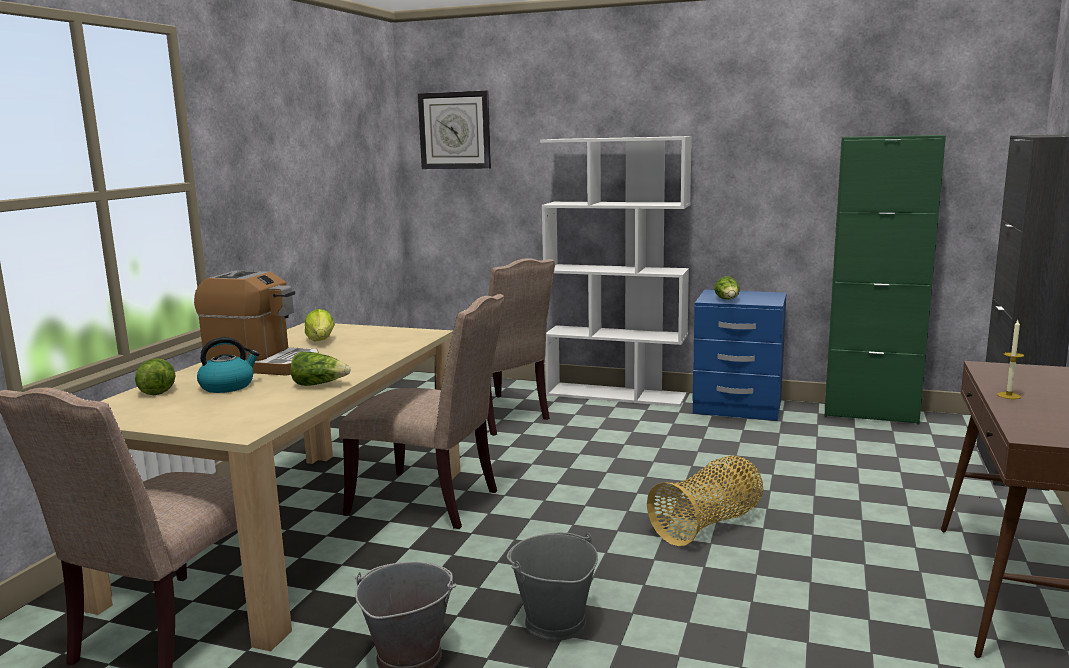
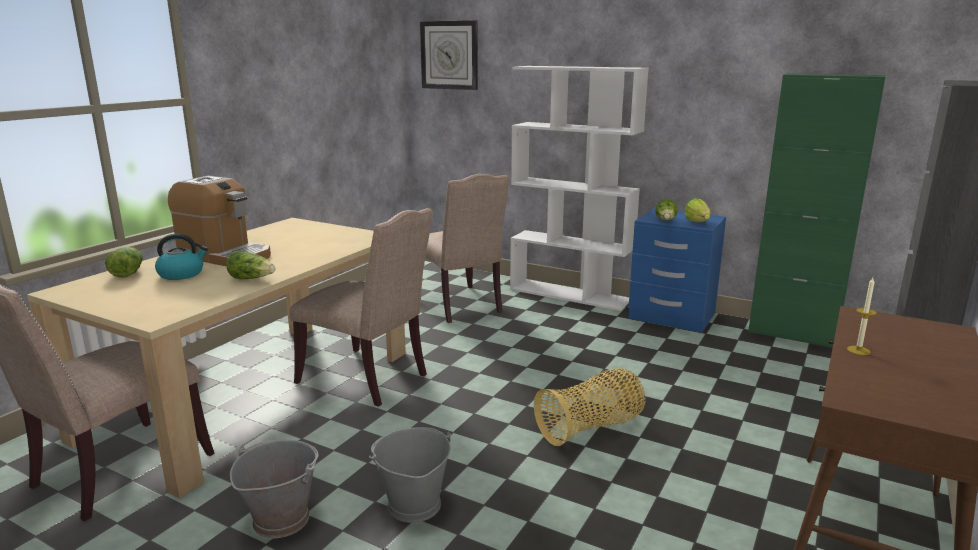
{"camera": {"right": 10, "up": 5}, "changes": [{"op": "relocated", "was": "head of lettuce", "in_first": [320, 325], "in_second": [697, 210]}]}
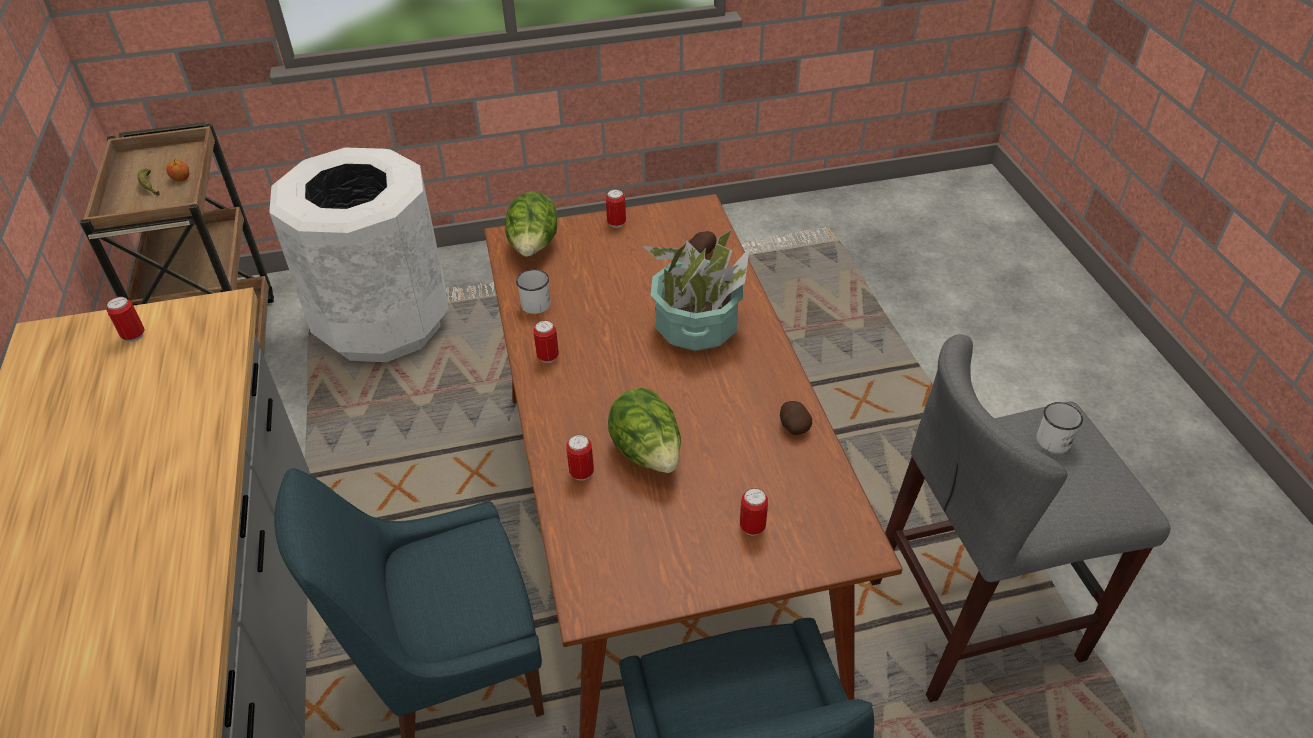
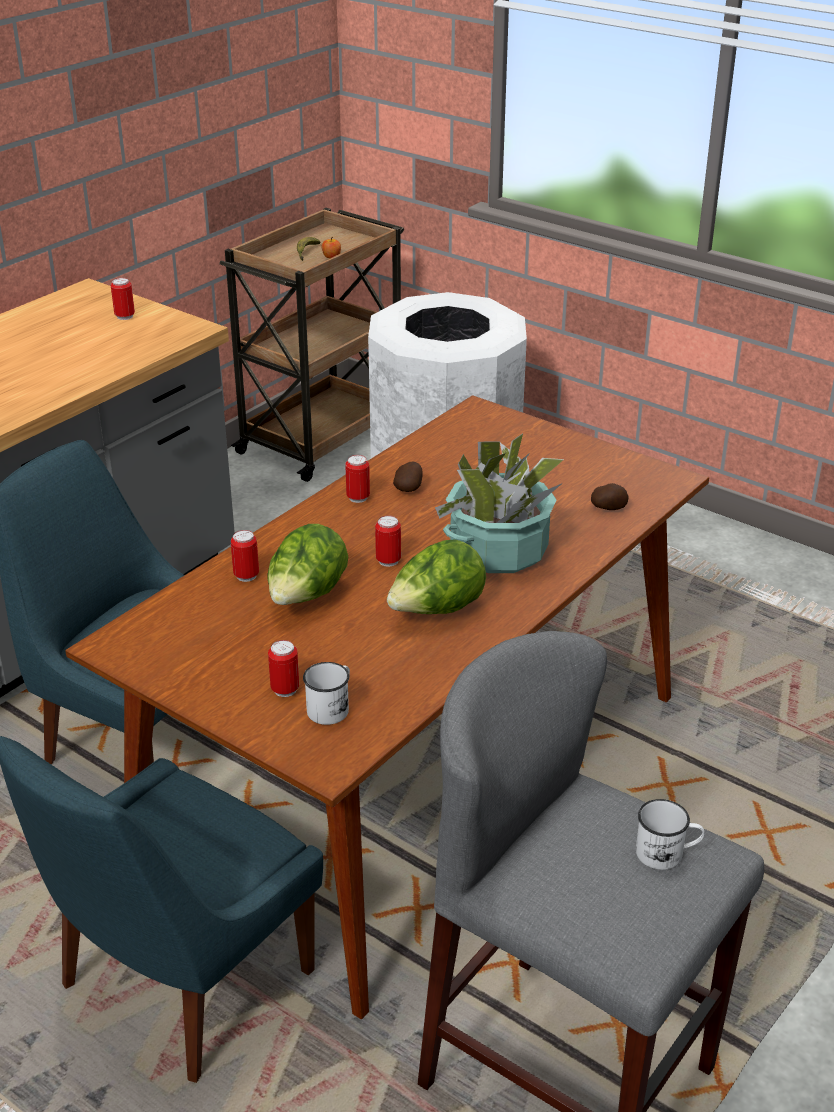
{"camera": {"right": 50, "up": -10}, "changes": [{"op": "relocated", "was": "can", "in_first": [616, 208], "in_second": [388, 541]}, {"op": "relocated", "was": "head of lettuce", "in_first": [531, 224], "in_second": [436, 576]}, {"op": "relocated", "was": "whitish coffee mug", "in_first": [533, 291], "in_second": [326, 693]}, {"op": "relocated", "was": "whole potato", "in_first": [796, 418], "in_second": [408, 476]}]}
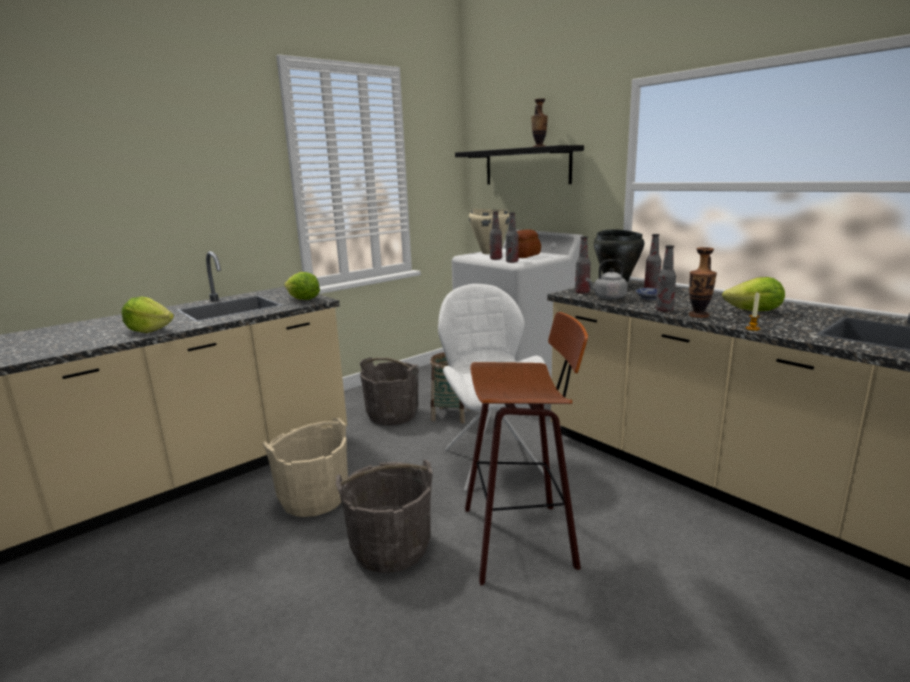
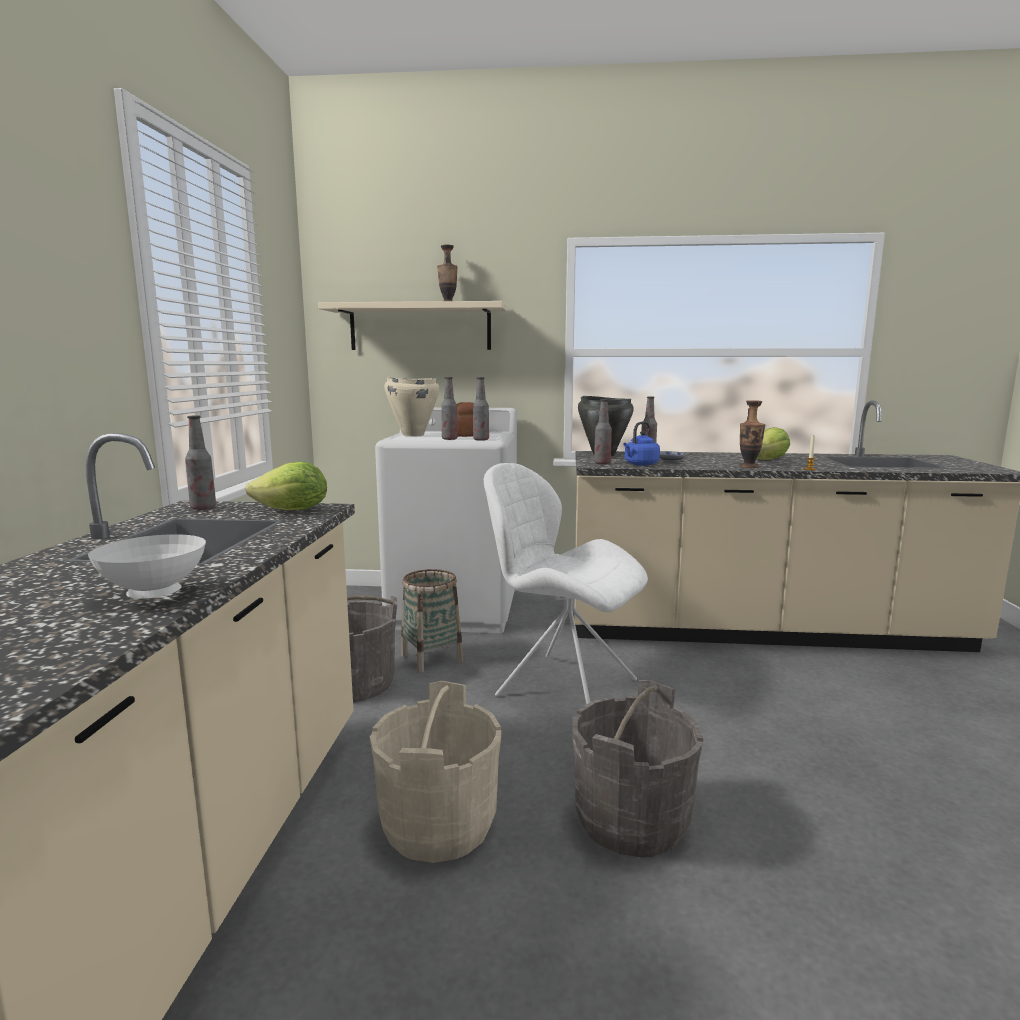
{"camera": {"right": -45, "up": -5}, "changes": [{"op": "colour", "was": "black shelf", "now": "beige-coloured shelf", "in_first": [519, 165], "in_second": [412, 325]}, {"op": "relocated", "was": "bottle", "in_first": [666, 278], "in_second": [200, 462]}, {"op": "colour", "was": "gray water kettle", "now": "blue water kettle", "in_first": [606, 279], "in_second": [641, 443]}, {"op": "exchanged", "was": "head of lettuce", "now": "whitish deep dish", "in_first": [147, 315], "in_second": [147, 566]}, {"op": "missing", "was": "stool seat", "in_first": [526, 449]}]}
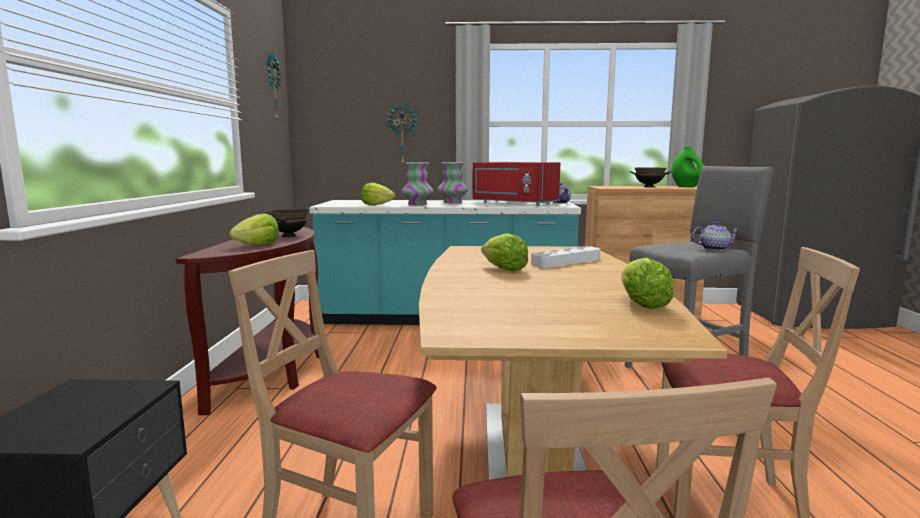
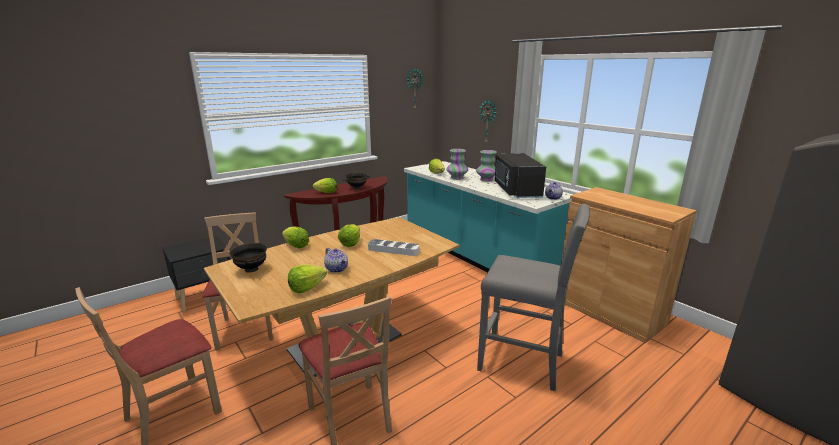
{"camera": {"right": 50, "up": 10}, "changes": [{"op": "missing", "was": "green-coloured vase", "in_first": [687, 166]}, {"op": "colour", "was": "reddish kitchen microwave", "now": "black kitchen microwave", "in_first": [516, 184], "in_second": [520, 175]}, {"op": "relocated", "was": "black deep dish", "in_first": [650, 177], "in_second": [248, 258]}, {"op": "relocated", "was": "tea pot", "in_first": [716, 236], "in_second": [336, 260]}, {"op": "appeared", "now": "head of lettuce", "in_second": [295, 237]}]}
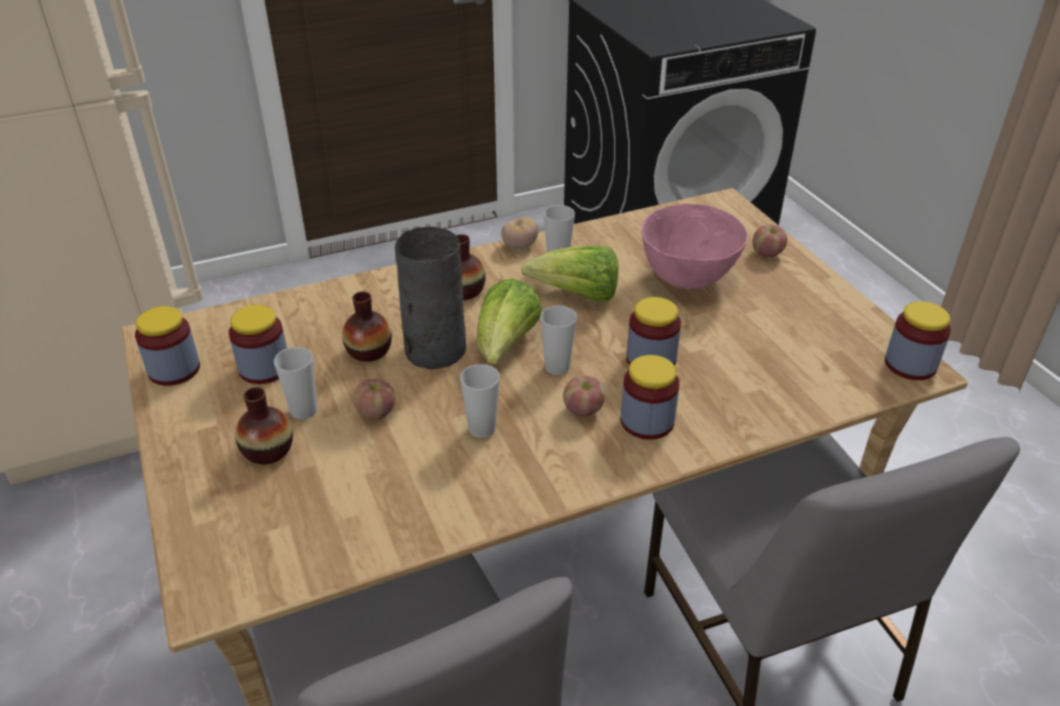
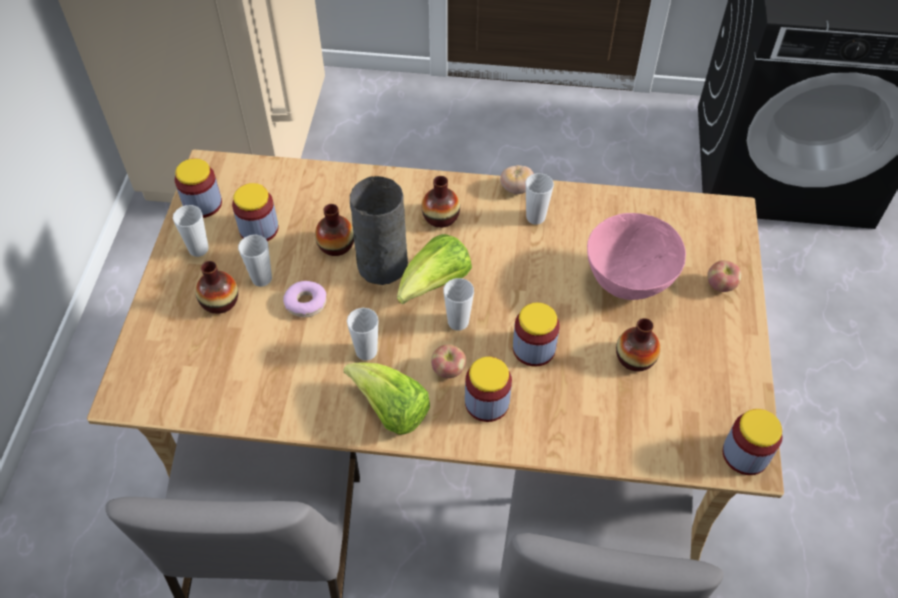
{"camera": {"right": 30, "up": 15}, "changes": [{"op": "relocated", "was": "head of lettuce", "in_first": [569, 273], "in_second": [386, 399]}, {"op": "exchanged", "was": "apple", "now": "donut", "in_first": [374, 400], "in_second": [305, 299]}, {"op": "appeared", "now": "small cup", "in_second": [191, 231]}, {"op": "appeared", "now": "vase", "in_second": [638, 345]}]}
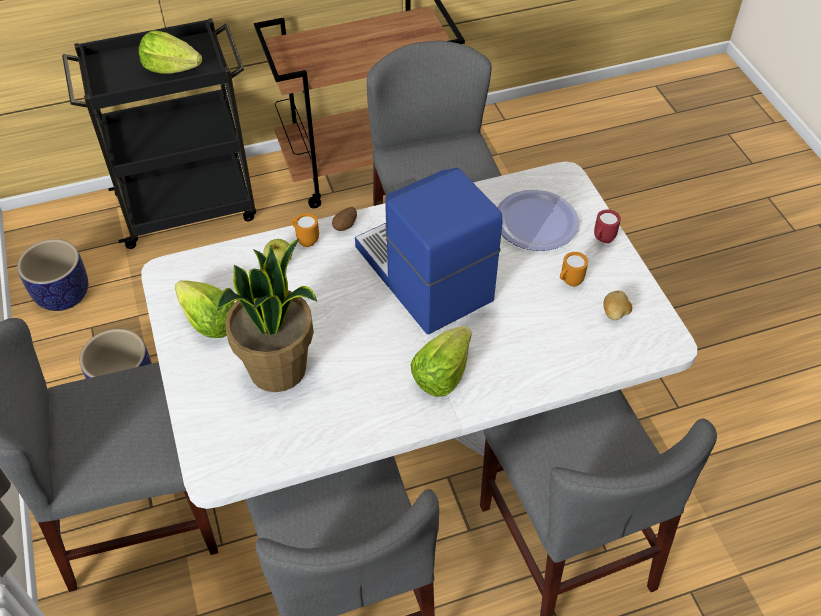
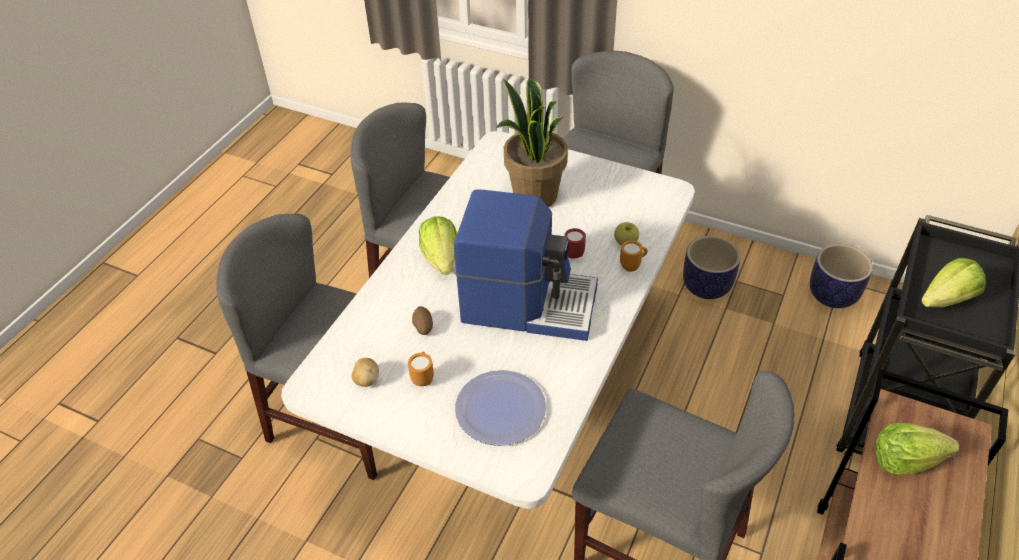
{"camera": {"right": 135, "up": -5}, "changes": [{"op": "relocated", "was": "whole potato", "in_first": [344, 219], "in_second": [422, 320]}, {"op": "relocated", "was": "reddish coffee mug", "in_first": [607, 226], "in_second": [575, 243]}, {"op": "relocated", "was": "head of lettuce", "in_first": [204, 309], "in_second": [917, 448]}]}
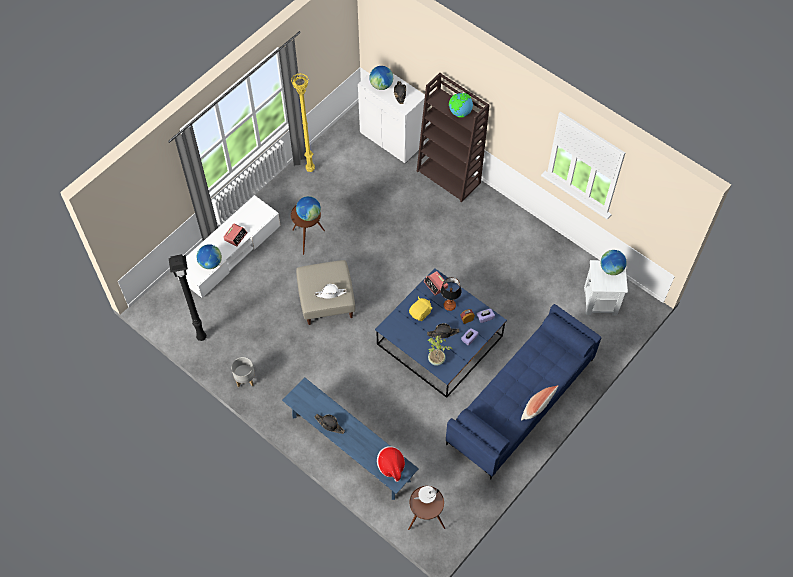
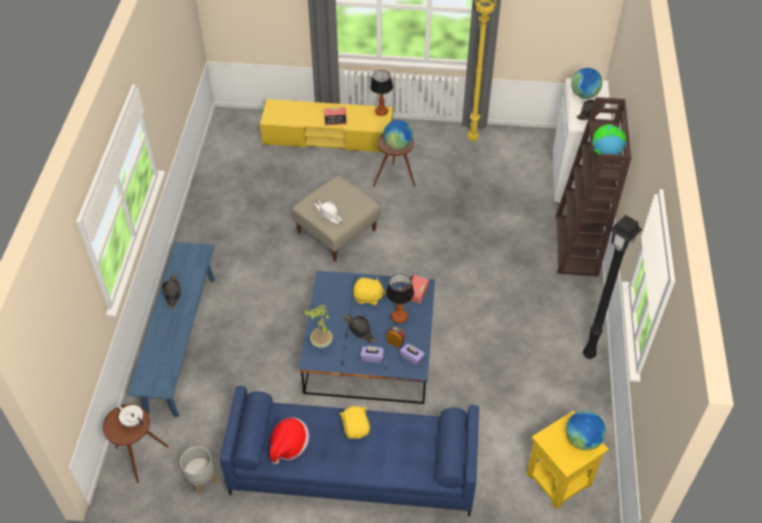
{"camera": {"right": 55, "up": -10}, "changes": [{"op": "colour", "was": "whitish tv stand", "now": "yellowish tv stand", "in_first": [229, 246], "in_second": [326, 125]}, {"op": "missing", "was": "globe", "in_first": [209, 256]}, {"op": "relocated", "was": "black standard lamp", "in_first": [188, 297], "in_second": [612, 287]}, {"op": "colour", "was": "whitish end table", "now": "yellowish end table", "in_first": [606, 288], "in_second": [567, 460]}, {"op": "relocated", "was": "gray planter", "in_first": [243, 372], "in_second": [198, 470]}, {"op": "missing", "was": "cushion", "in_first": [539, 402]}, {"op": "relocated", "was": "clothing hat", "in_first": [391, 464], "in_second": [289, 441]}, {"op": "appeared", "now": "tabletop lamp", "in_second": [381, 93]}, {"op": "appeared", "now": "yellowish plush toy", "in_second": [354, 422]}]}
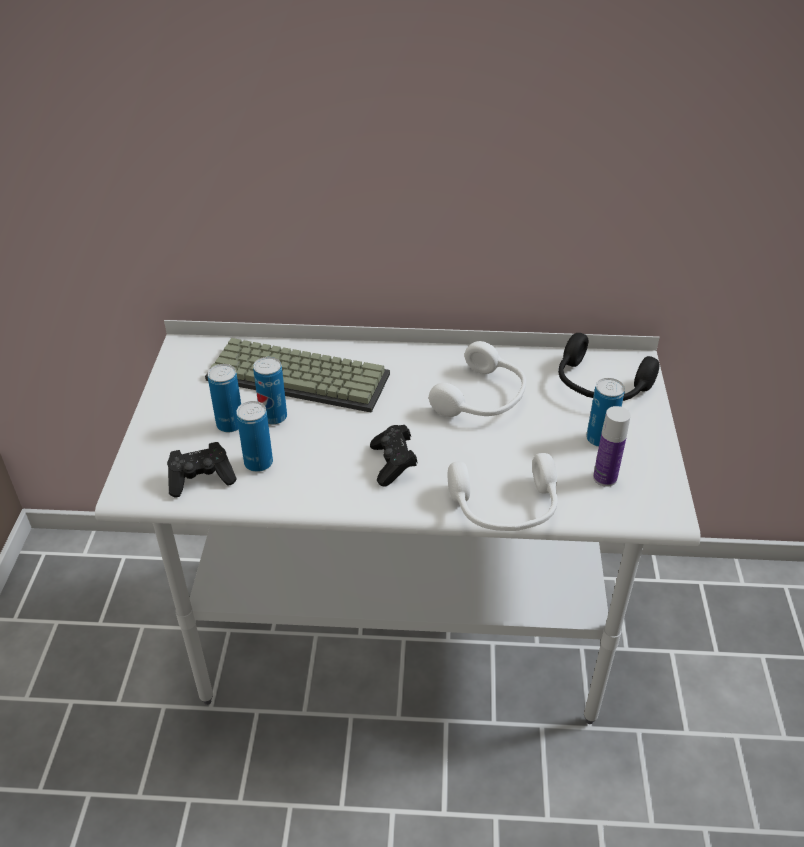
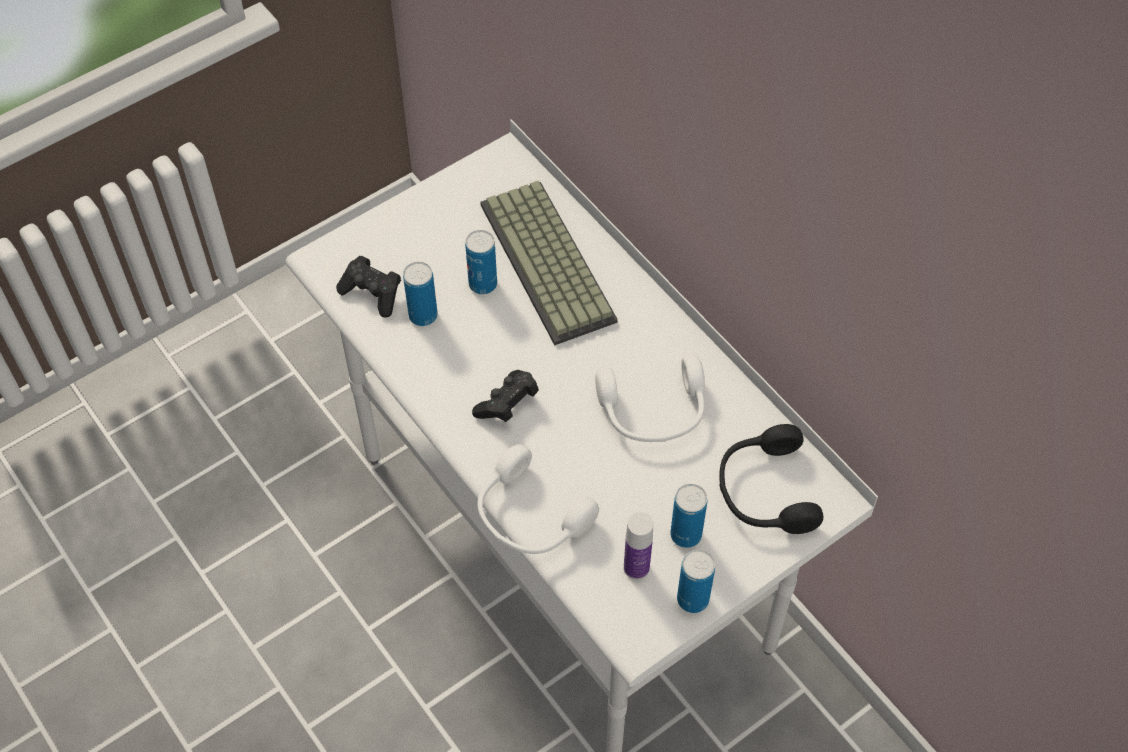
{"camera": {"right": 50, "up": 15}, "changes": [{"op": "relocated", "was": "can", "in_first": [224, 398], "in_second": [696, 581]}]}
